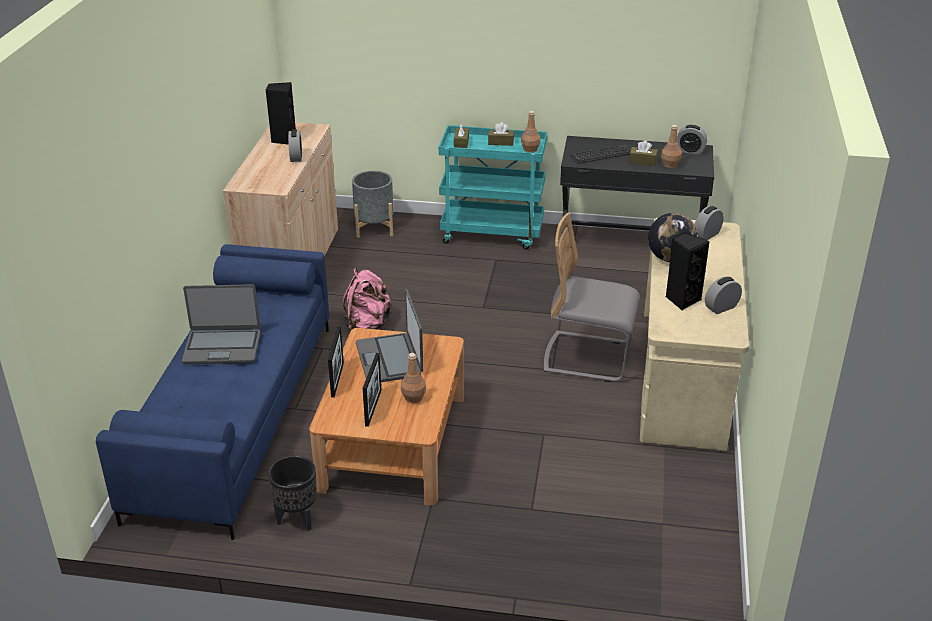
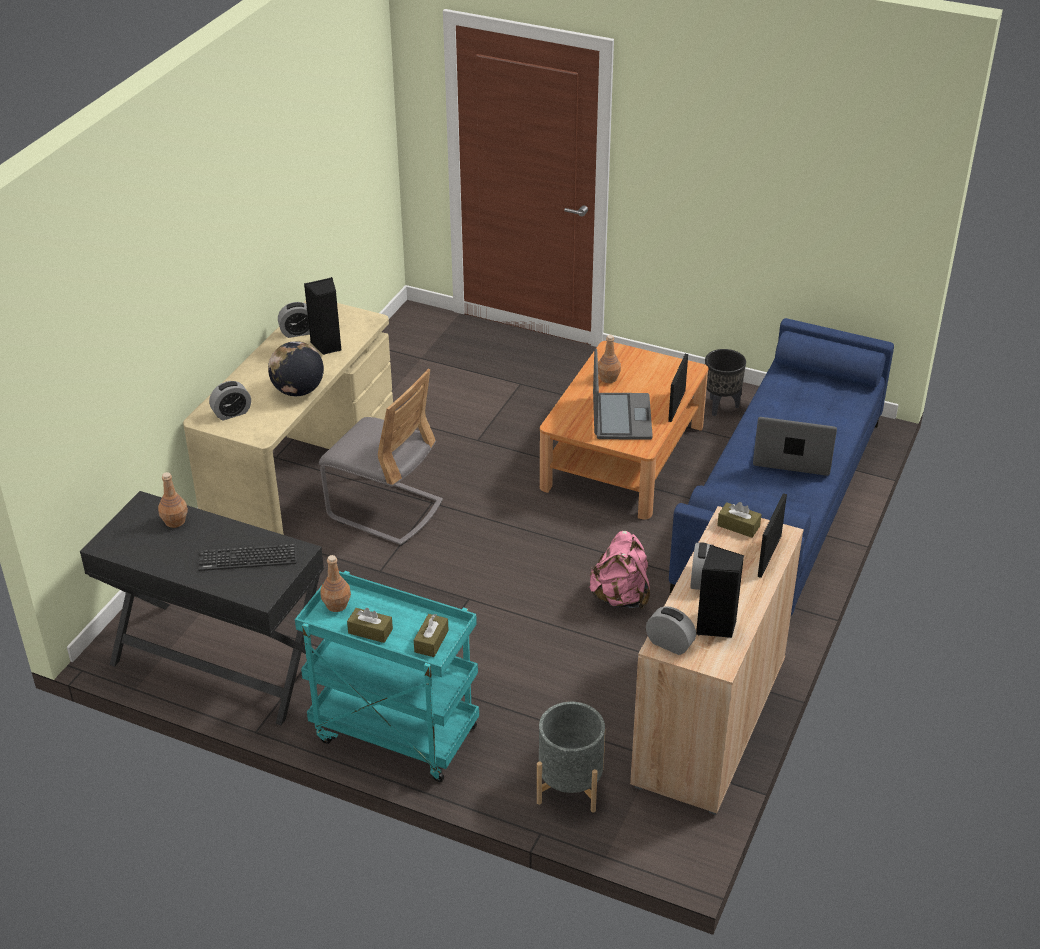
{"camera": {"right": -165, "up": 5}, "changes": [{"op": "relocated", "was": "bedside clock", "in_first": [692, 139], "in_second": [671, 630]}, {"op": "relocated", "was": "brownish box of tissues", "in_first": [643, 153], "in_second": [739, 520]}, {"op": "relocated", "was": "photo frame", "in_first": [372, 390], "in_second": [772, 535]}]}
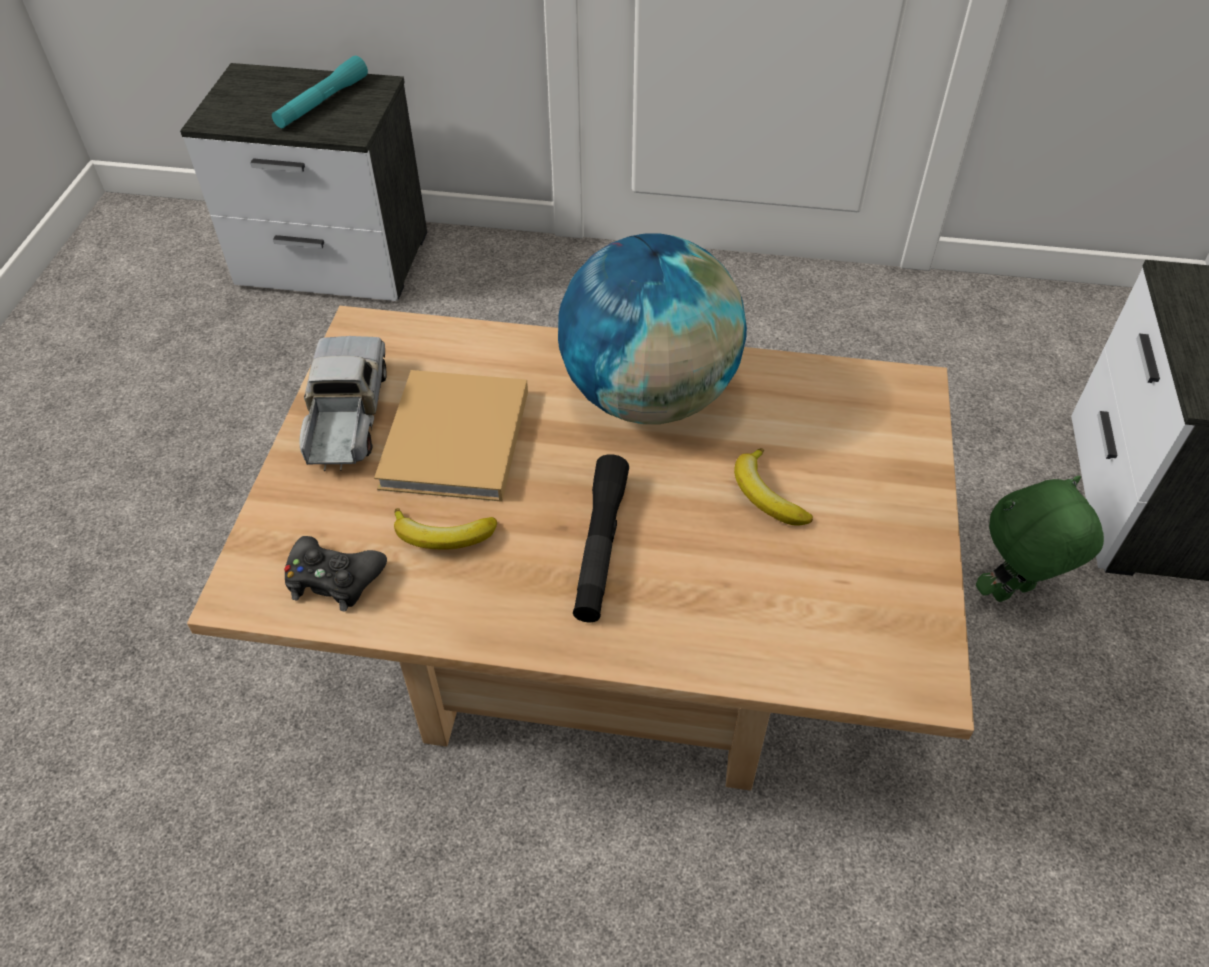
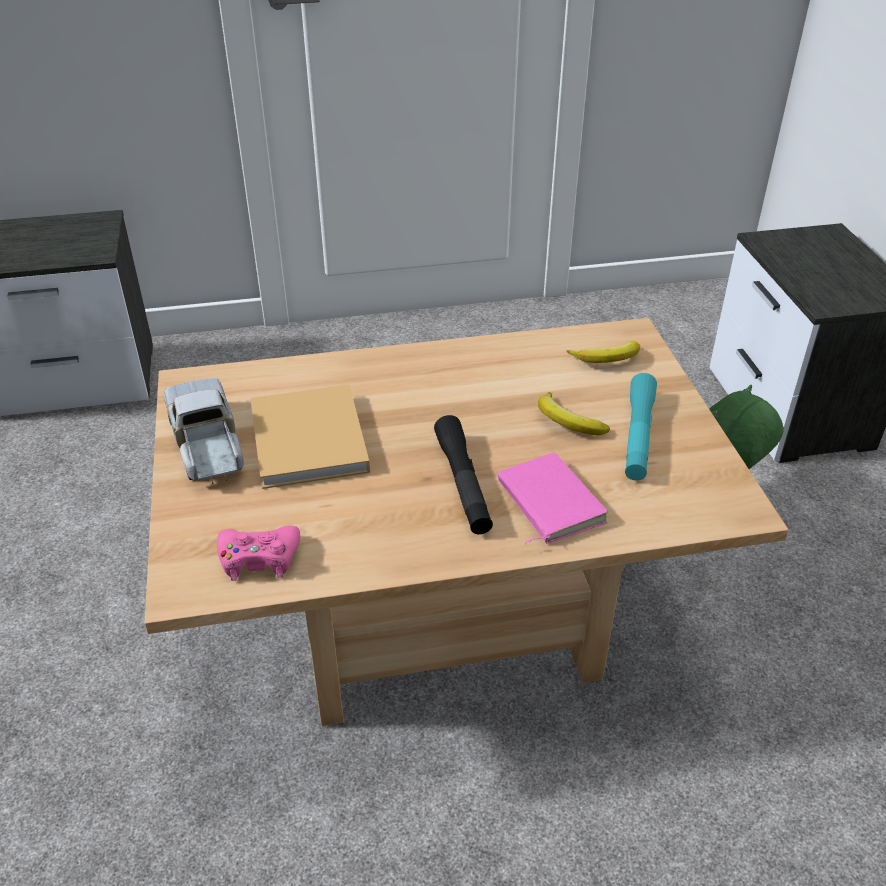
{"camera": {"right": -20, "up": -10}, "changes": [{"op": "relocated", "was": "turquoise-coloured hand torch", "in_first": [320, 92], "in_second": [641, 427]}, {"op": "missing", "was": "globe", "in_first": [652, 328]}, {"op": "relocated", "was": "banana", "in_first": [445, 528], "in_second": [603, 352]}, {"op": "colour", "was": "black joypad", "now": "pink-coloured joypad", "in_first": [335, 574], "in_second": [258, 553]}, {"op": "appeared", "now": "pink-coloured volume", "in_second": [553, 498]}]}
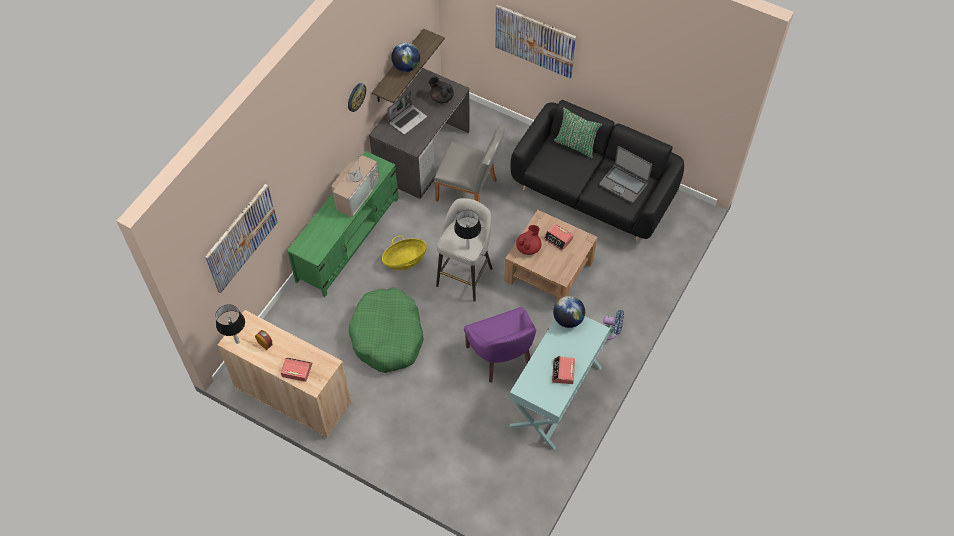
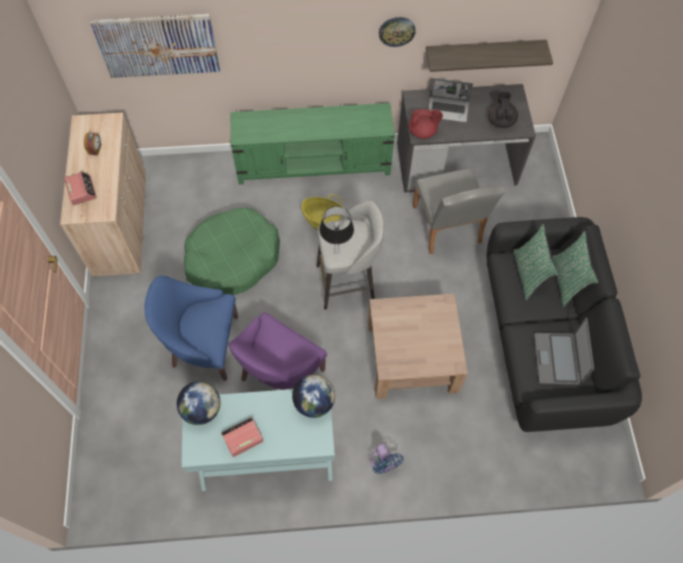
{"camera": {"right": 55, "up": 5}, "changes": [{"op": "missing", "was": "picture", "in_first": [535, 41]}, {"op": "relocated", "was": "globe", "in_first": [405, 57], "in_second": [199, 403]}, {"op": "missing", "was": "TV", "in_first": [355, 183]}, {"op": "missing", "was": "bedside clock", "in_first": [558, 237]}, {"op": "relocated", "was": "reddish tea pot", "in_first": [528, 240], "in_second": [426, 124]}, {"op": "missing", "was": "tabletop lamp", "in_first": [230, 324]}, {"op": "appeared", "now": "green-coloured cushion", "in_second": [535, 262]}, {"op": "appeared", "now": "blue armchair", "in_second": [191, 328]}]}
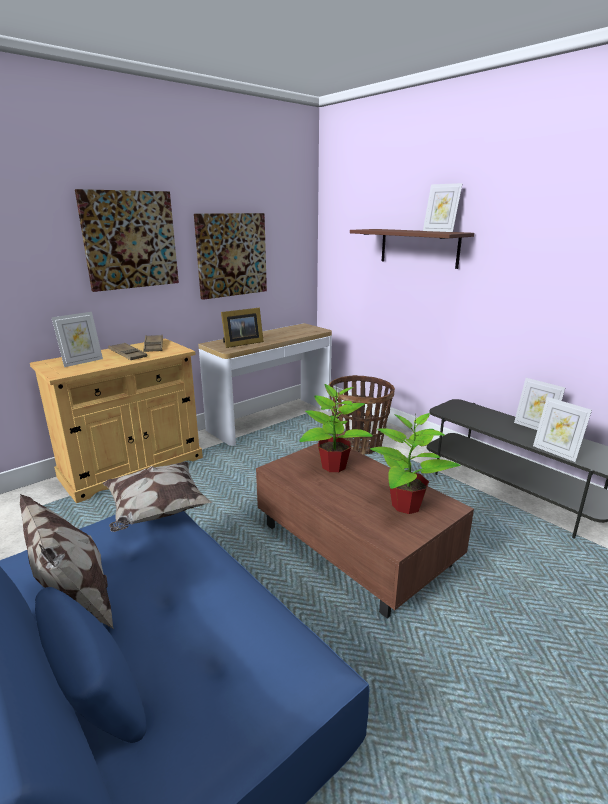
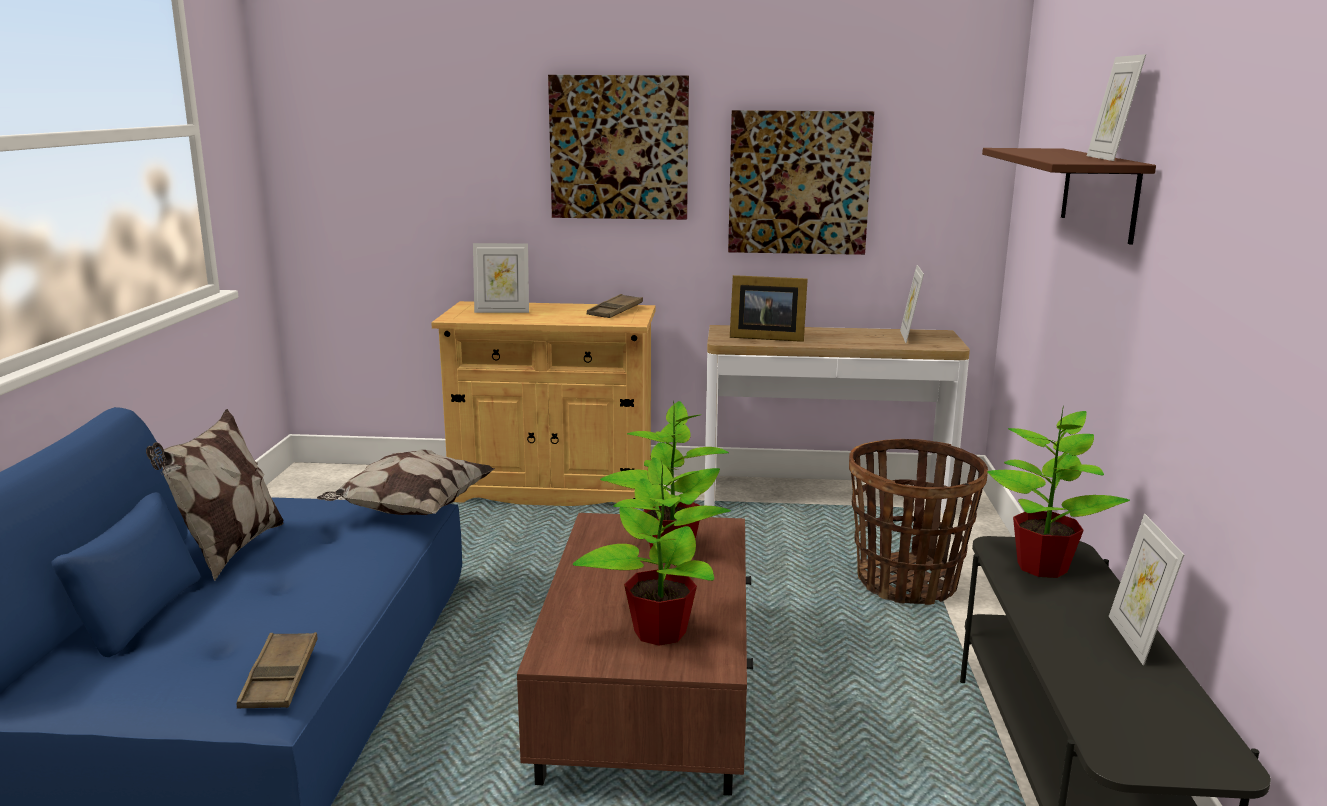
{"camera": {"right": 45, "up": -5}, "changes": [{"op": "relocated", "was": "brownish carrying tray", "in_first": [127, 351], "in_second": [277, 670]}, {"op": "relocated", "was": "photo frame", "in_first": [562, 429], "in_second": [912, 304]}, {"op": "appeared", "now": "houseplant", "in_second": [1058, 491]}]}
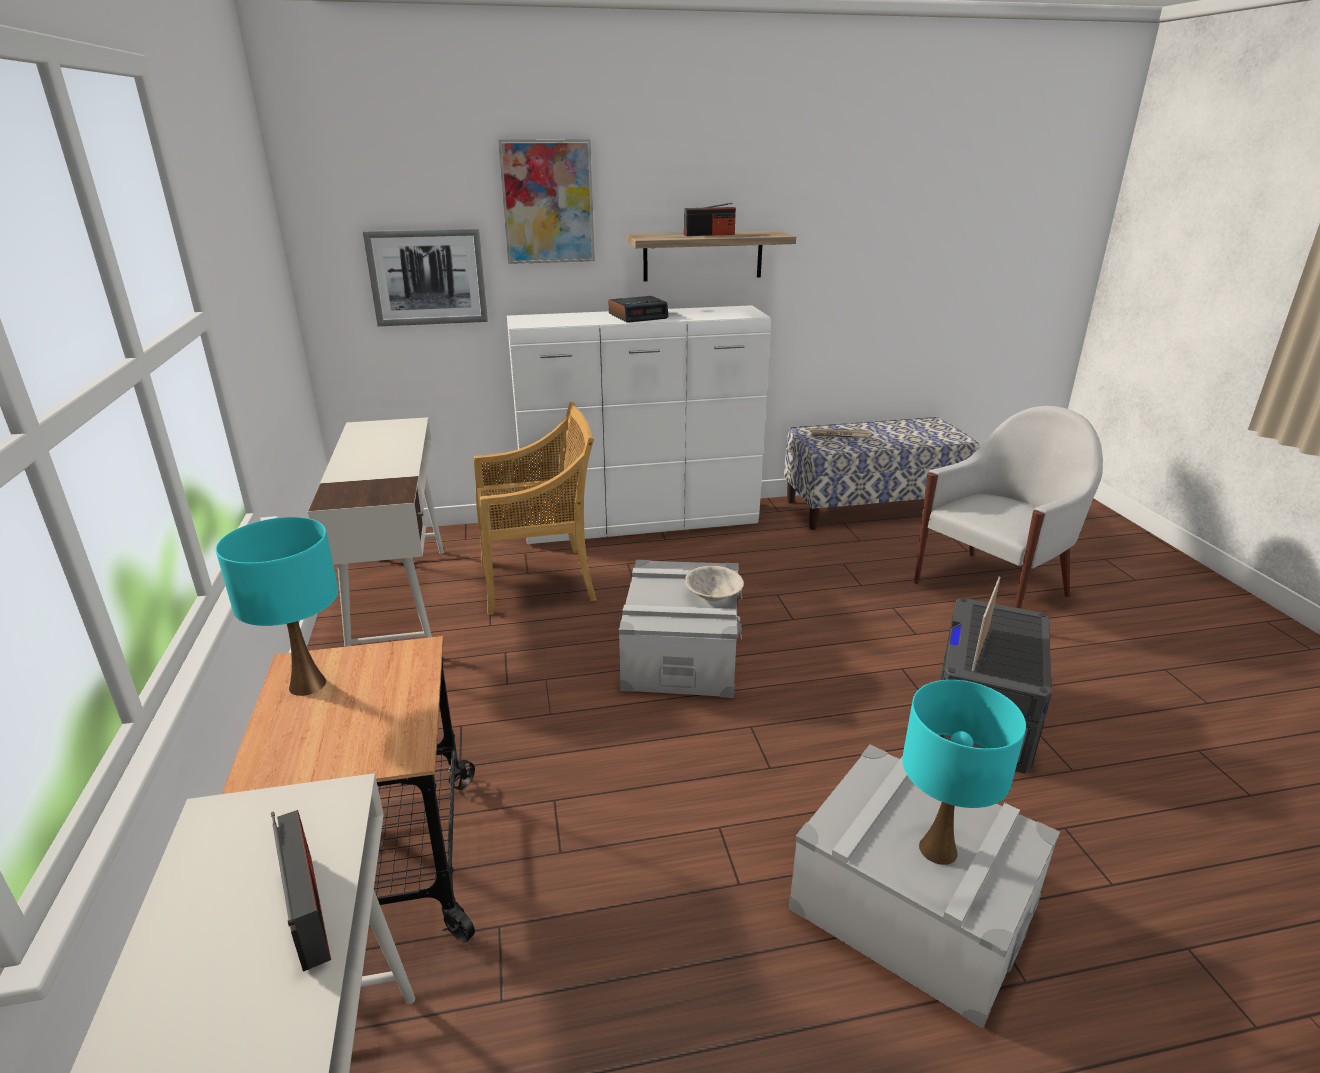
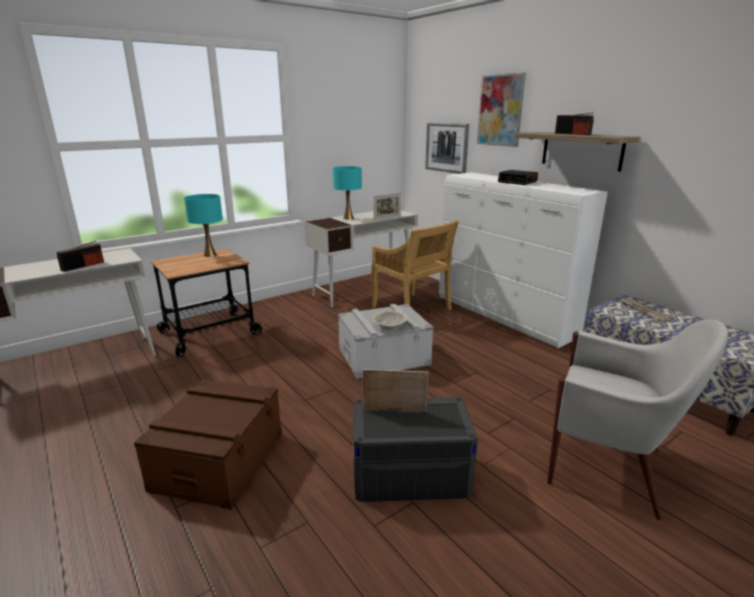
{"camera": {"right": 65, "up": -5}, "changes": [{"op": "relocated", "was": "turquoise-coloured tabletop lamp", "in_first": [964, 772], "in_second": [347, 193]}, {"op": "colour", "was": "gray storage bin", "now": "brownish storage bin", "in_first": [924, 887], "in_second": [208, 444]}, {"op": "appeared", "now": "photo frame", "in_second": [387, 206]}]}
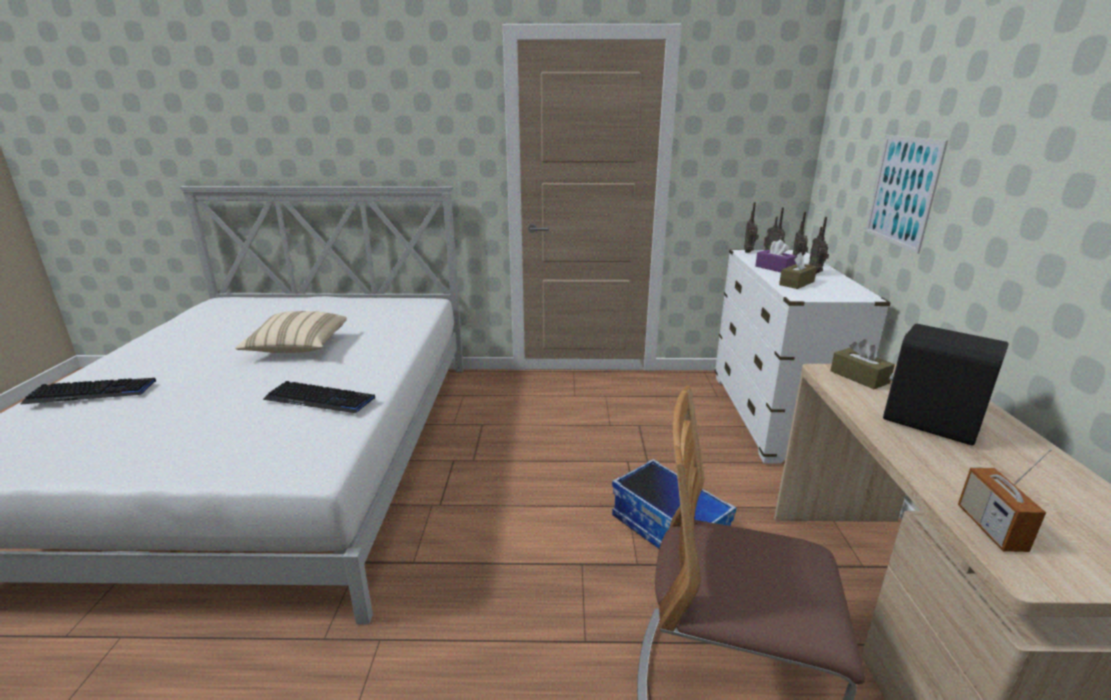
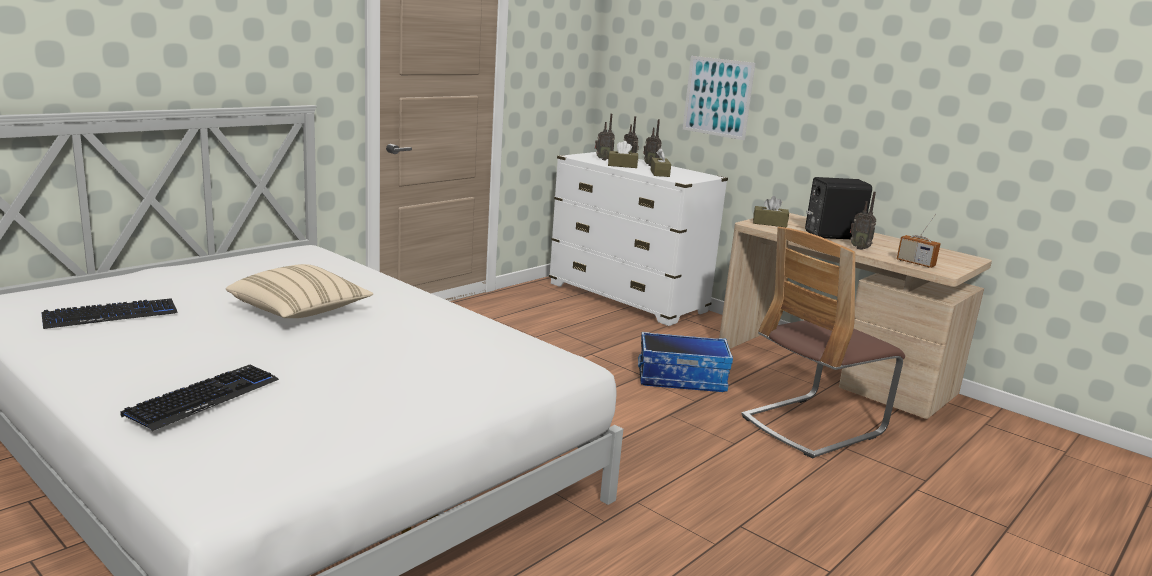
{"camera": {"right": -50, "up": -5}, "changes": [{"op": "relocated", "was": "radio receiver", "in_first": [751, 227], "in_second": [863, 221]}, {"op": "colour", "was": "purple-coloured box of tissues", "now": "brownish box of tissues", "in_first": [776, 256], "in_second": [623, 154]}, {"op": "relocated", "was": "PC keyboard", "in_first": [319, 397], "in_second": [109, 313]}]}
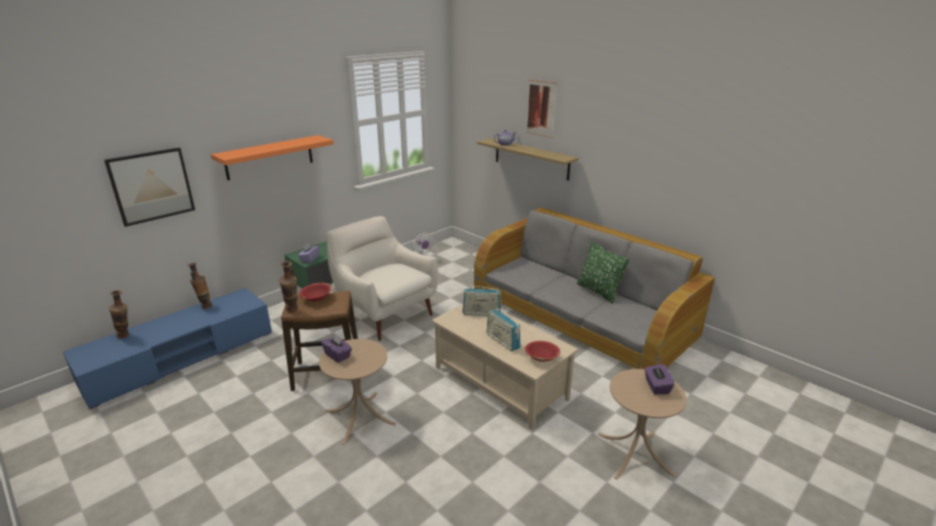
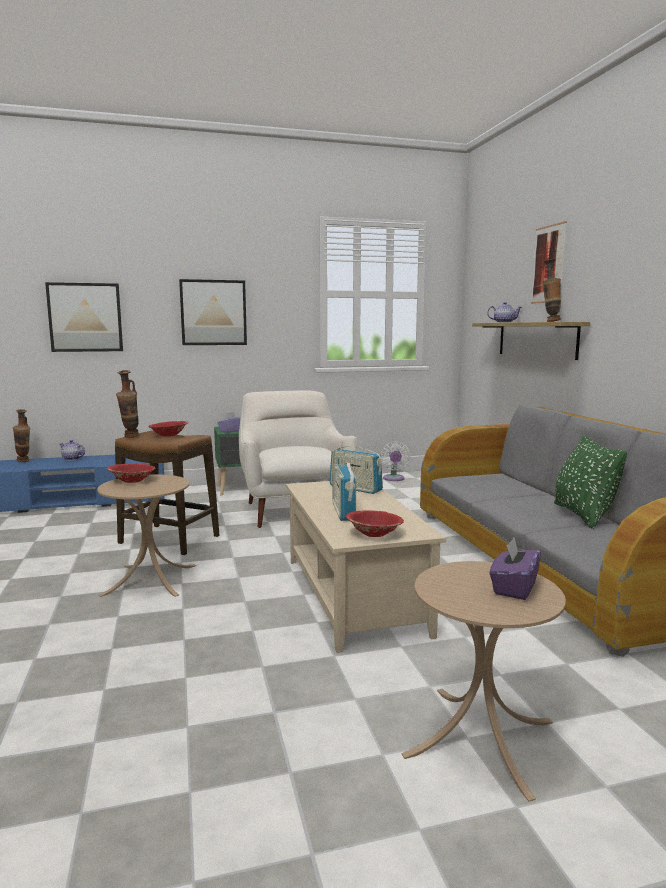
{"camera": {"right": 30, "up": -15}, "changes": [{"op": "exchanged", "was": "orangey shelf", "now": "picture", "in_first": [272, 157], "in_second": [213, 312]}, {"op": "relocated", "was": "vase", "in_first": [199, 286], "in_second": [551, 290]}, {"op": "exchanged", "was": "purple-coloured box of tissues", "now": "reddish deep dish", "in_first": [336, 348], "in_second": [131, 473]}, {"op": "appeared", "now": "tea pot", "in_second": [72, 450]}]}
